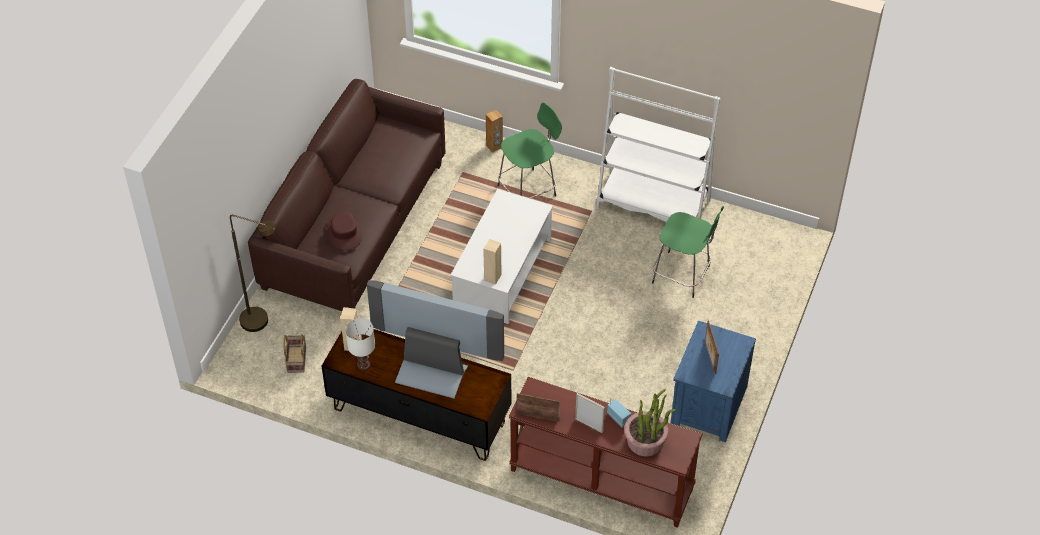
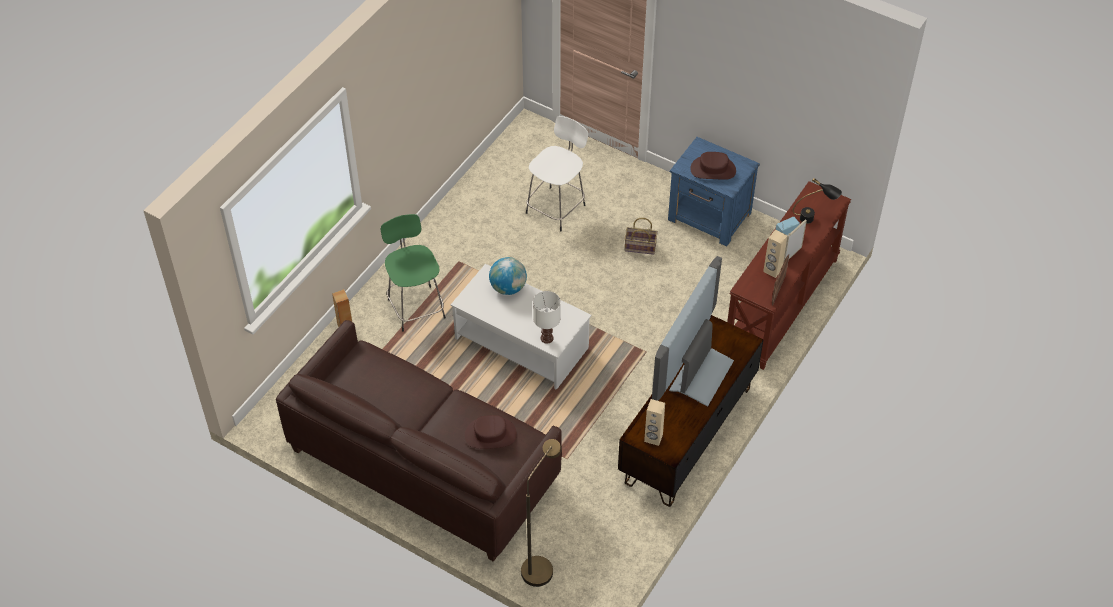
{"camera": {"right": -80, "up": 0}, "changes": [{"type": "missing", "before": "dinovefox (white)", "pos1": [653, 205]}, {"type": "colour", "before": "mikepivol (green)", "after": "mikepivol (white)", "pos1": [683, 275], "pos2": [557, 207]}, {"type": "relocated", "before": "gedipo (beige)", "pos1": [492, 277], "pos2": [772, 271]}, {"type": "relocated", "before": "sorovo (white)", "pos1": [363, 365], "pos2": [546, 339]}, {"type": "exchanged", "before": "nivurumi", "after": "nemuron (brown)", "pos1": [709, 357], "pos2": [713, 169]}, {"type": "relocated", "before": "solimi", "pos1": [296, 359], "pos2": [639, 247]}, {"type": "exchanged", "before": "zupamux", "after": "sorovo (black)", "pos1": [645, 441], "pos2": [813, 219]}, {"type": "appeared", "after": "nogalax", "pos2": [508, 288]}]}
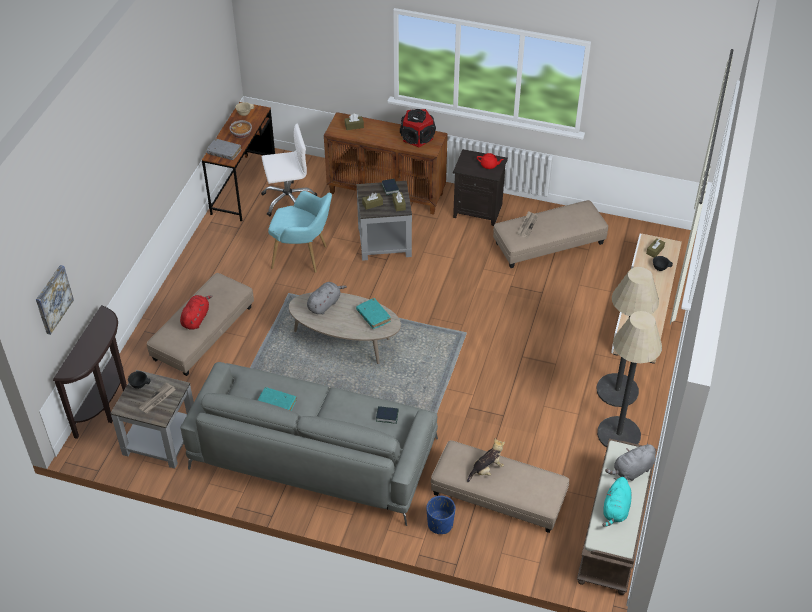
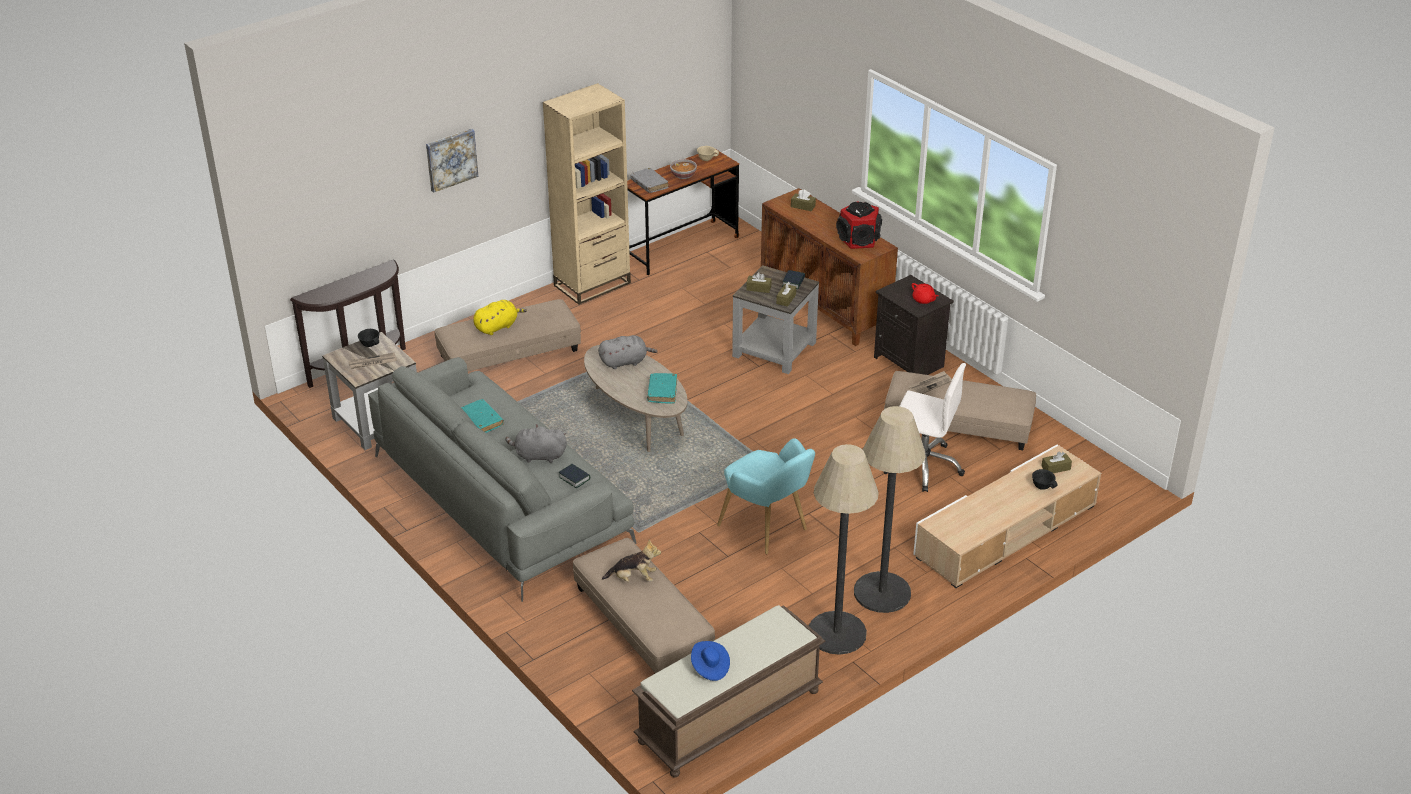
{"camera": {"right": 35, "up": -10}, "changes": [{"type": "relocated", "before": "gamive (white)", "pos1": [288, 200], "pos2": [923, 465]}, {"type": "relocated", "before": "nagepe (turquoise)", "pos1": [303, 257], "pos2": [767, 529]}, {"type": "relocated", "before": "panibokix", "pos1": [53, 299], "pos2": [451, 159]}, {"type": "colour", "before": "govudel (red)", "after": "govudel (yellow)", "pos1": [196, 318], "pos2": [498, 327]}, {"type": "relocated", "before": "govudel (grey)", "pos1": [631, 471], "pos2": [538, 456]}, {"type": "exchanged", "before": "govudel (turquoise)", "after": "nemuron (blue)", "pos1": [615, 510], "pos2": [709, 668]}, {"type": "missing", "before": "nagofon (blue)", "pos1": [440, 524]}, {"type": "appeared", "after": "dinovefox (beige)", "pos2": [592, 284]}]}
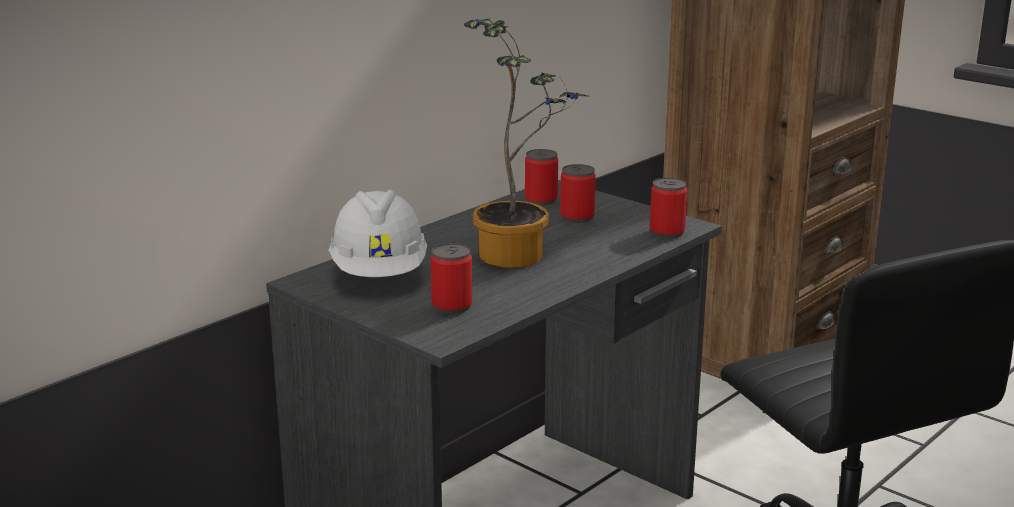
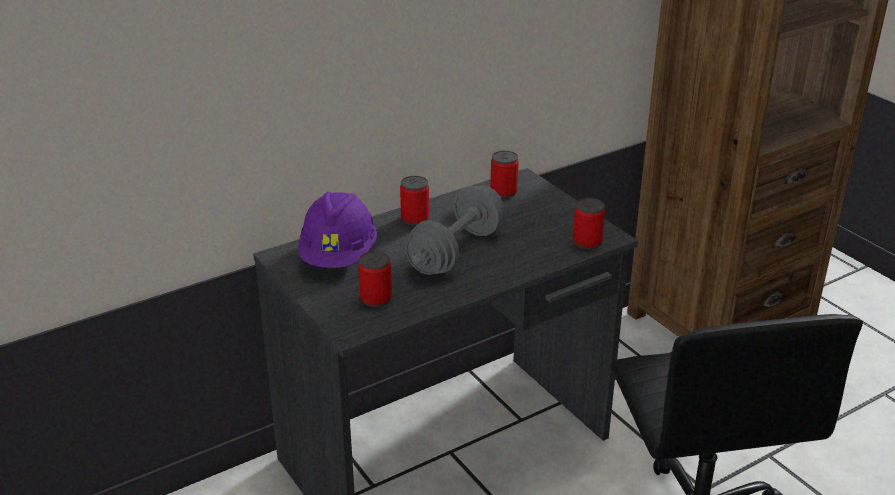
{"camera": {"right": 15, "up": 10}, "changes": [{"type": "exchanged", "before": "zupamux", "after": "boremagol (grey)", "pos1": [520, 255], "pos2": [456, 251]}, {"type": "relocated", "before": "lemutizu", "pos1": [577, 217], "pos2": [415, 219]}, {"type": "colour", "before": "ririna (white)", "after": "ririna (purple)", "pos1": [379, 274], "pos2": [339, 256]}]}
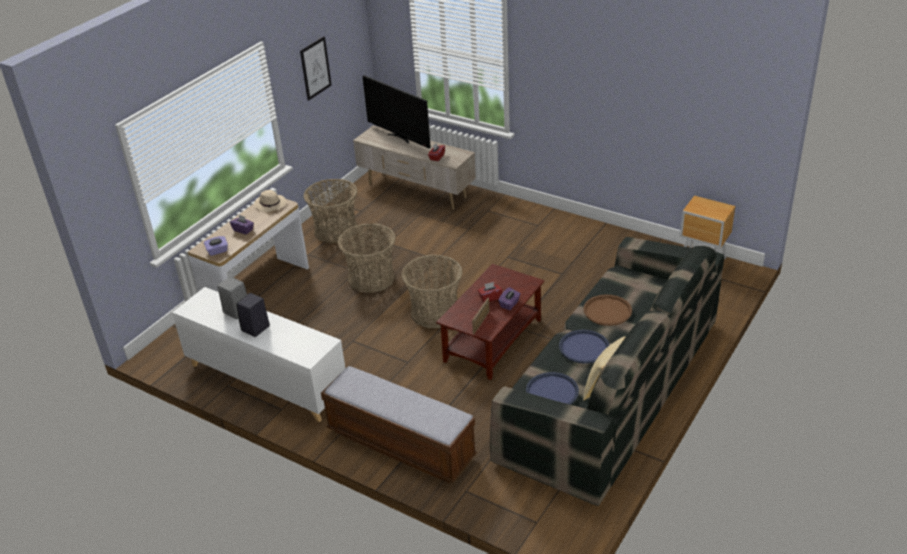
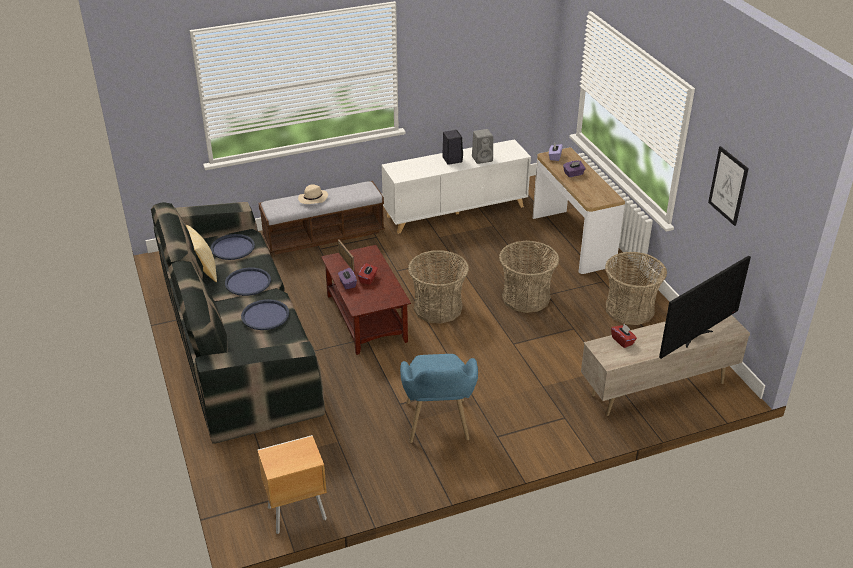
{"camera": {"right": 125, "up": 0}, "changes": [{"type": "spun", "before": "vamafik", "pos1": [400, 138], "pos2": [696, 337], "turn": 150}, {"type": "relocated", "before": "nemuron (beige)", "pos1": [271, 204], "pos2": [313, 199]}, {"type": "colour", "before": "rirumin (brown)", "after": "rirumin (blue)", "pos1": [607, 311], "pos2": [265, 315]}, {"type": "appeared", "after": "nagepe (blue)", "pos2": [438, 428]}]}
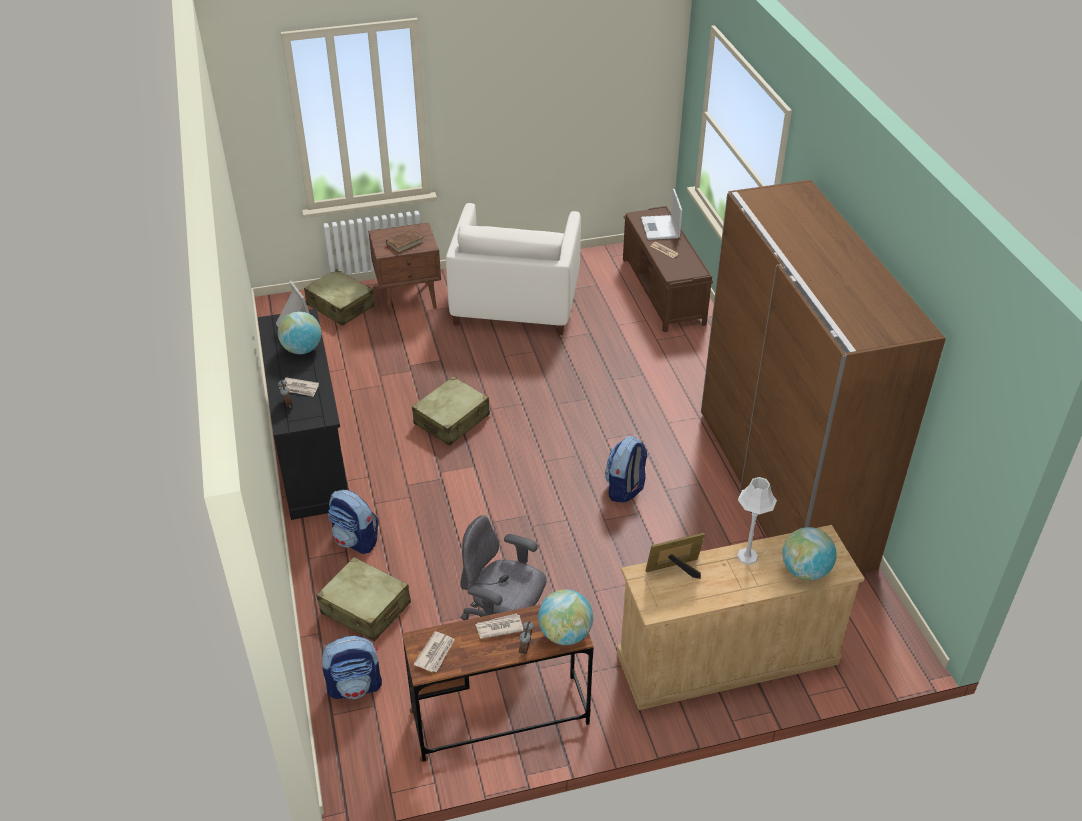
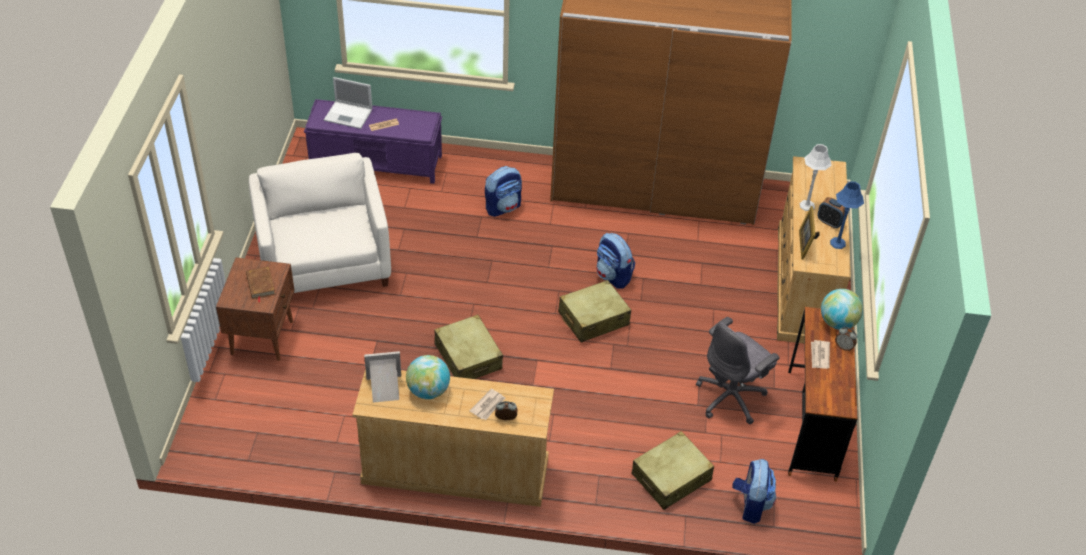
{"camera": {"right": -70, "up": 5}, "changes": [{"type": "spun", "before": "nagepe (white)", "pos1": [516, 302], "pos2": [324, 261], "turn": -135}, {"type": "colour", "before": "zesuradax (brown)", "after": "zesuradax (purple)", "pos1": [663, 291], "pos2": [377, 162]}, {"type": "relocated", "before": "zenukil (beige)", "pos1": [340, 306], "pos2": [593, 319]}, {"type": "colour", "before": "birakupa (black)", "after": "birakupa (beige)", "pos1": [310, 451], "pos2": [454, 471]}, {"type": "relocated", "before": "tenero", "pos1": [355, 540], "pos2": [503, 207]}, {"type": "missing", "before": "nogalax", "pos1": [805, 571]}, {"type": "missing", "before": "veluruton", "pos1": [435, 653]}, {"type": "appeared", "after": "sorovo (blue)", "pos2": [838, 243]}, {"type": "appeared", "after": "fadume", "pos2": [830, 222]}]}
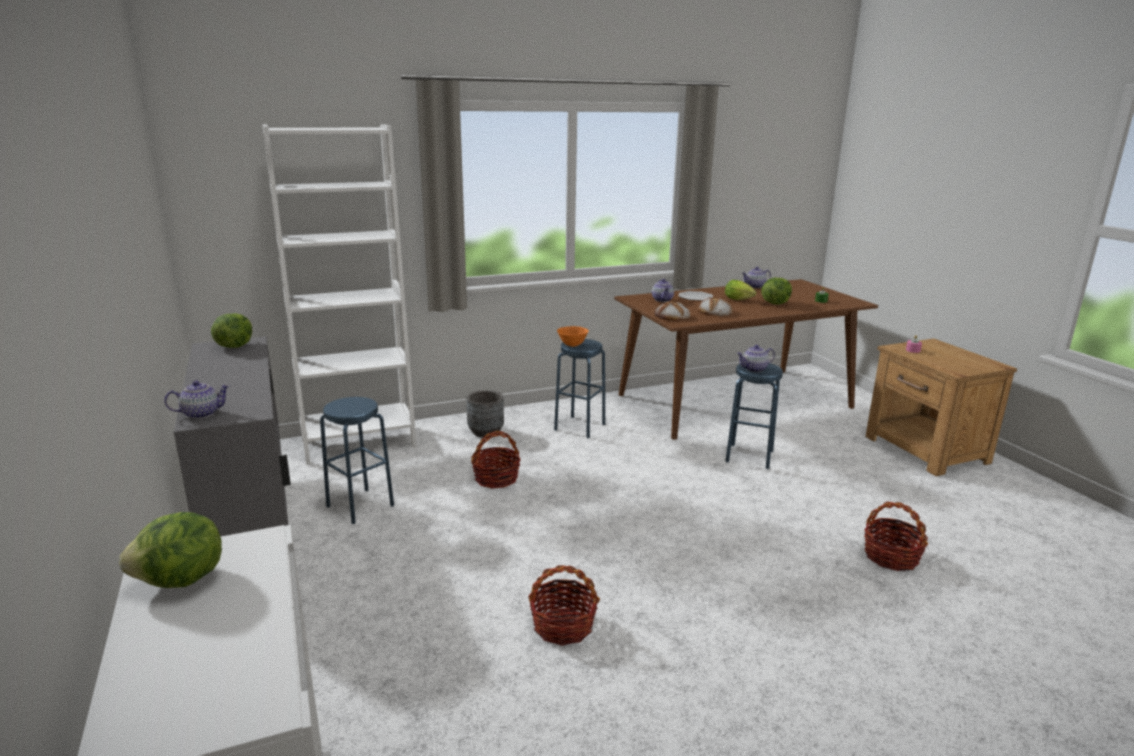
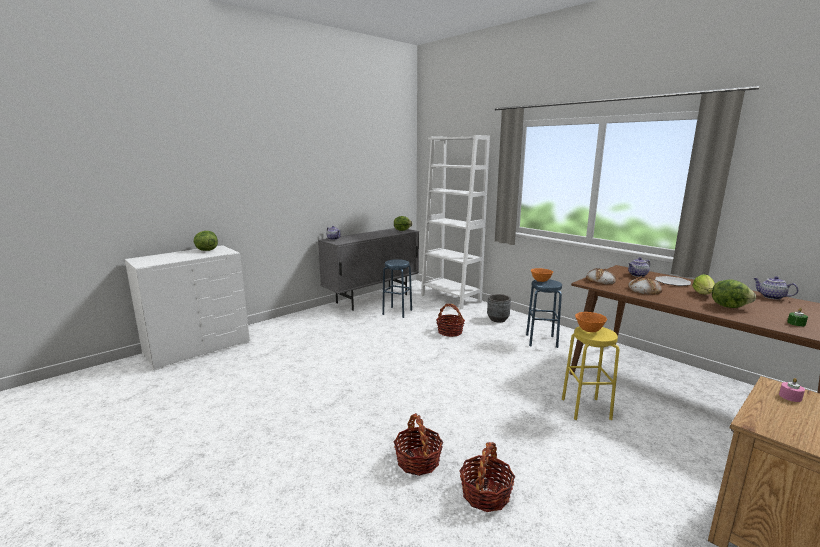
{"camera": {"right": 70, "up": -5}, "changes": [{"type": "exchanged", "before": "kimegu", "after": "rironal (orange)", "pos1": [754, 369], "pos2": [589, 330]}, {"type": "colour", "before": "mikepivol (blue)", "after": "mikepivol (yellow)", "pos1": [749, 456], "pos2": [585, 409]}, {"type": "relocated", "before": "solimi", "pos1": [563, 626], "pos2": [418, 461]}]}
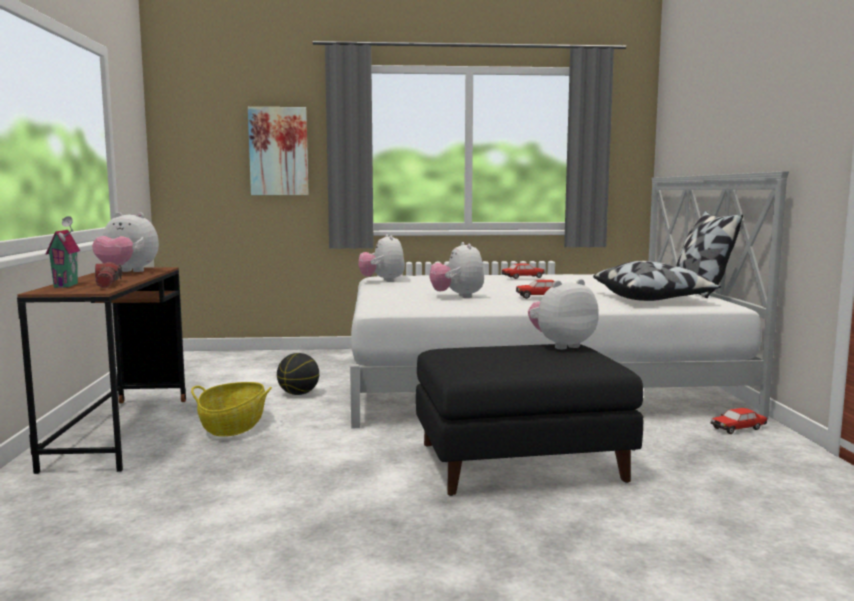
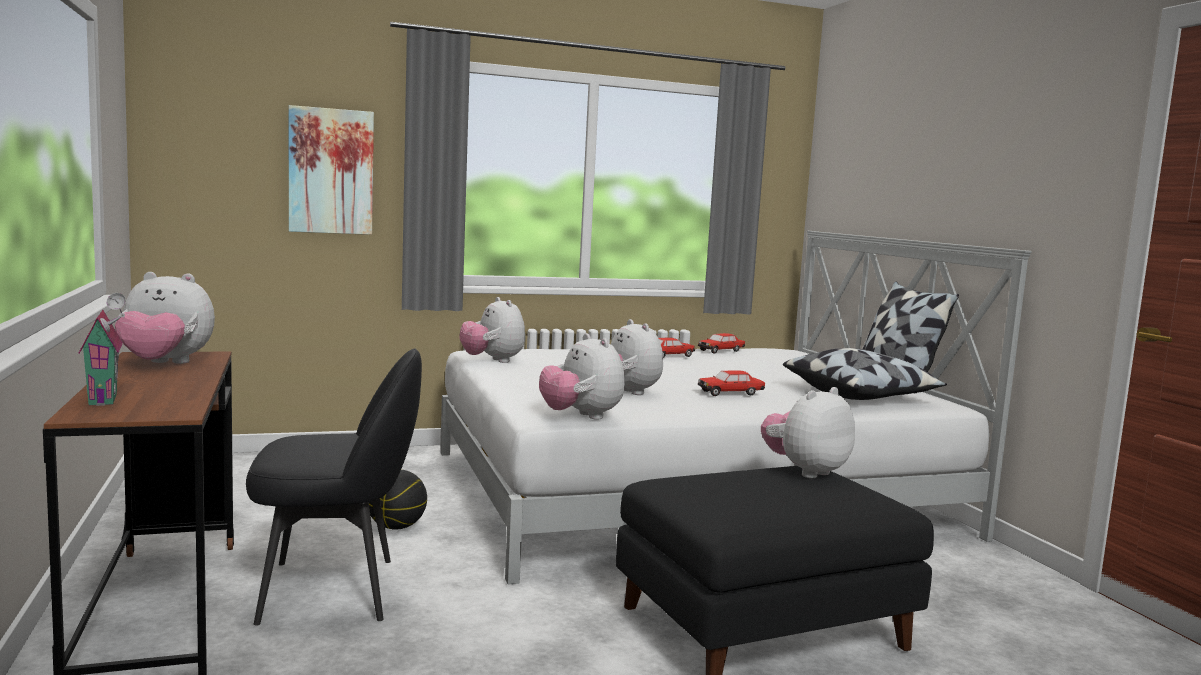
{"camera": {"right": -15, "up": 0}, "changes": [{"type": "missing", "before": "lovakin", "pos1": [107, 285]}, {"type": "exchanged", "before": "solimi", "after": "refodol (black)", "pos1": [233, 426], "pos2": [334, 590]}, {"type": "relocated", "before": "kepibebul", "pos1": [738, 428], "pos2": [721, 351]}, {"type": "appeared", "after": "govudel", "pos2": [581, 417]}]}
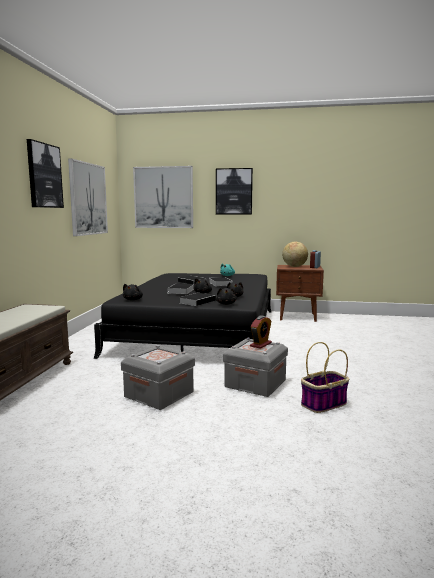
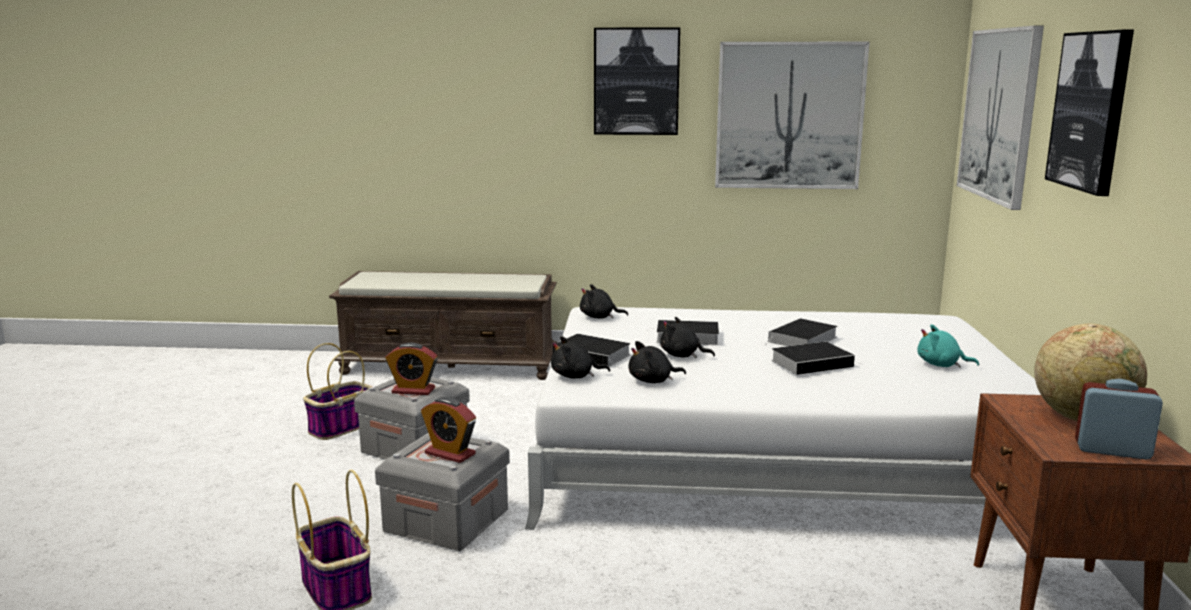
{"camera": {"right": 85, "up": 5}, "changes": [{"type": "colour", "before": "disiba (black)", "after": "disiba (white)", "pos1": [199, 330], "pos2": [772, 454]}, {"type": "appeared", "after": "fadume", "pos2": [413, 390]}, {"type": "appeared", "after": "solimi", "pos2": [341, 427]}]}
